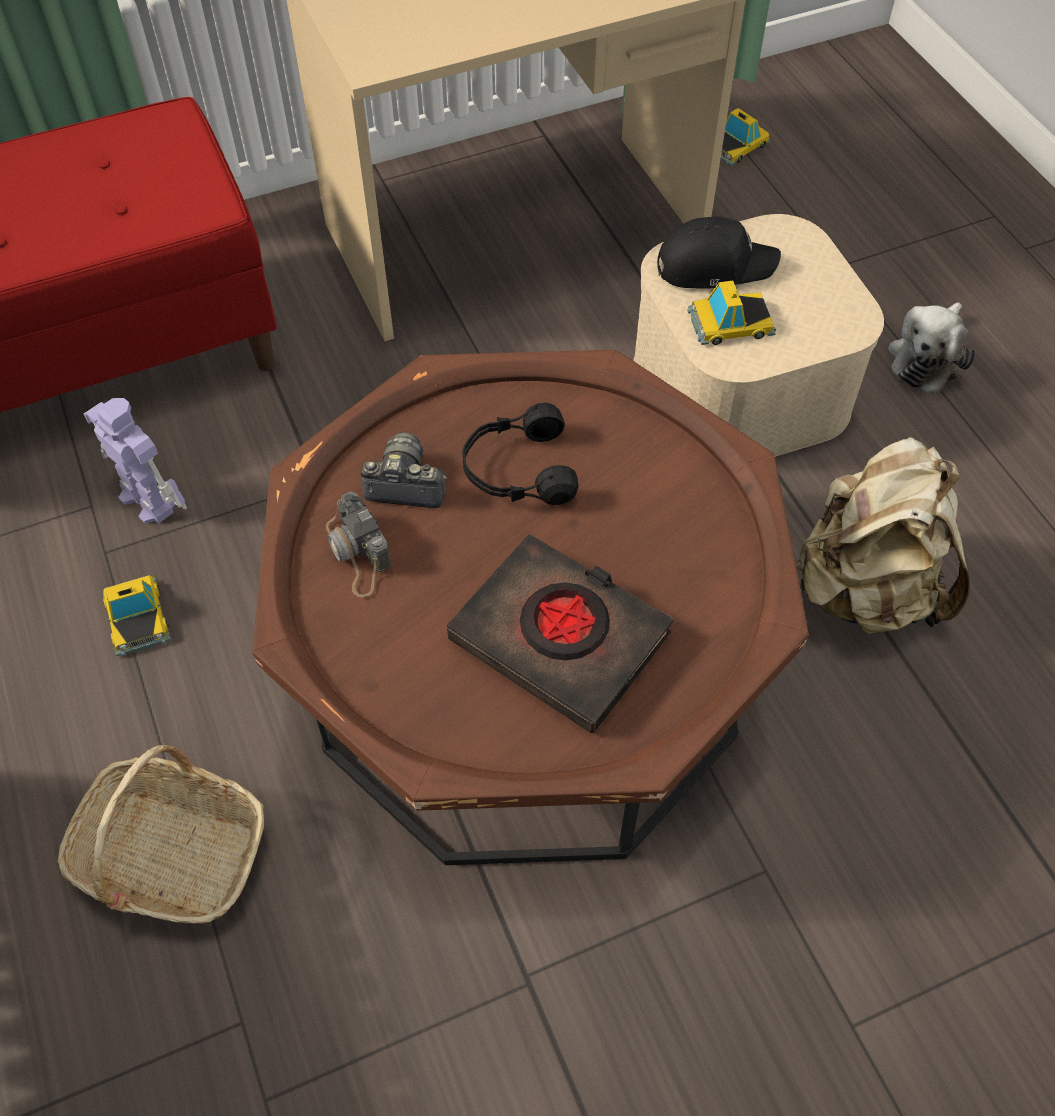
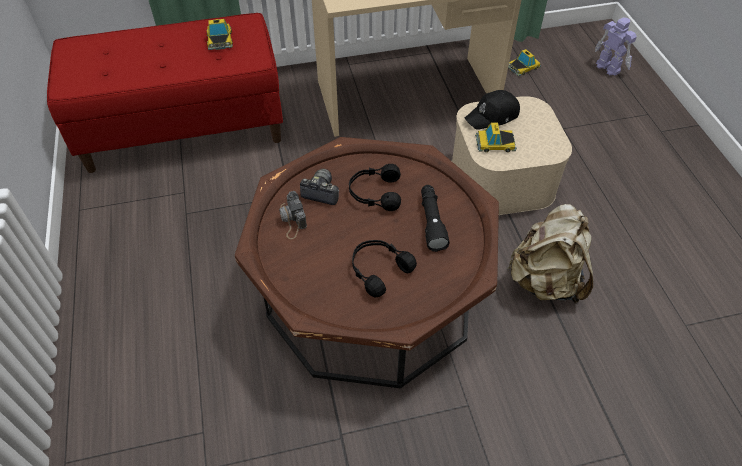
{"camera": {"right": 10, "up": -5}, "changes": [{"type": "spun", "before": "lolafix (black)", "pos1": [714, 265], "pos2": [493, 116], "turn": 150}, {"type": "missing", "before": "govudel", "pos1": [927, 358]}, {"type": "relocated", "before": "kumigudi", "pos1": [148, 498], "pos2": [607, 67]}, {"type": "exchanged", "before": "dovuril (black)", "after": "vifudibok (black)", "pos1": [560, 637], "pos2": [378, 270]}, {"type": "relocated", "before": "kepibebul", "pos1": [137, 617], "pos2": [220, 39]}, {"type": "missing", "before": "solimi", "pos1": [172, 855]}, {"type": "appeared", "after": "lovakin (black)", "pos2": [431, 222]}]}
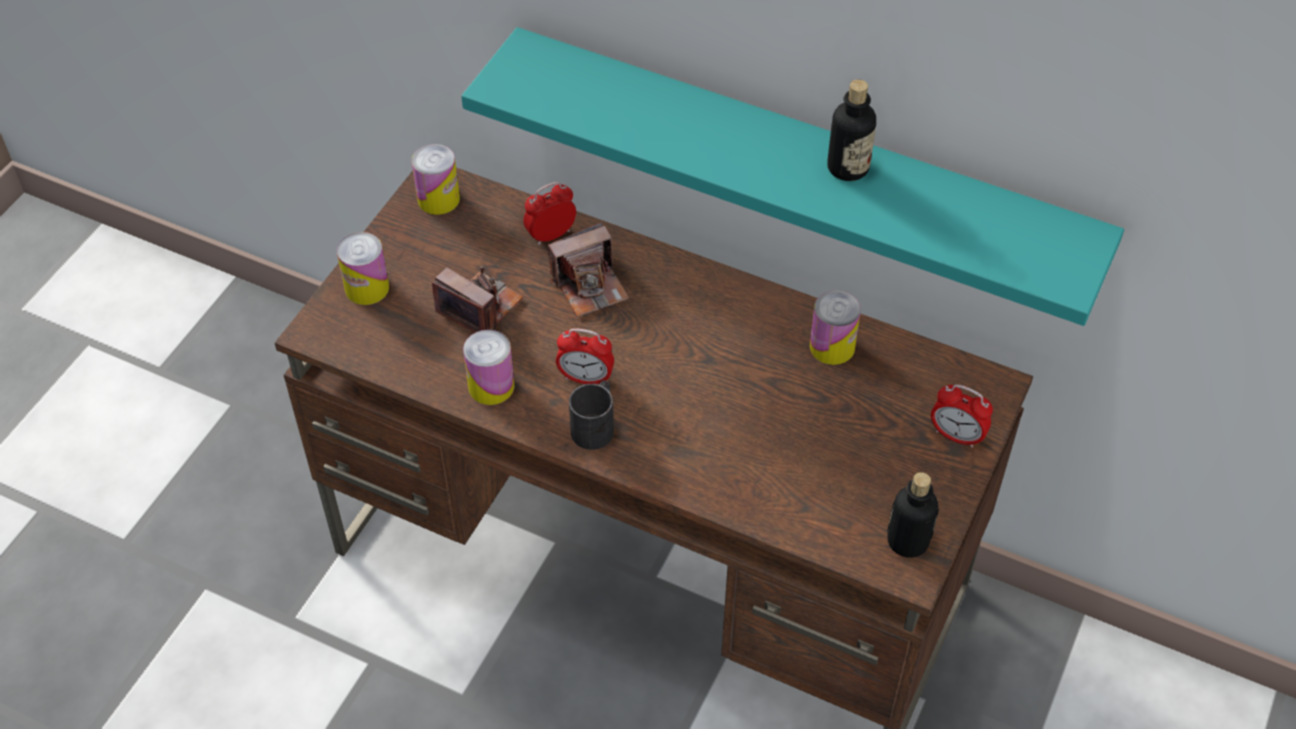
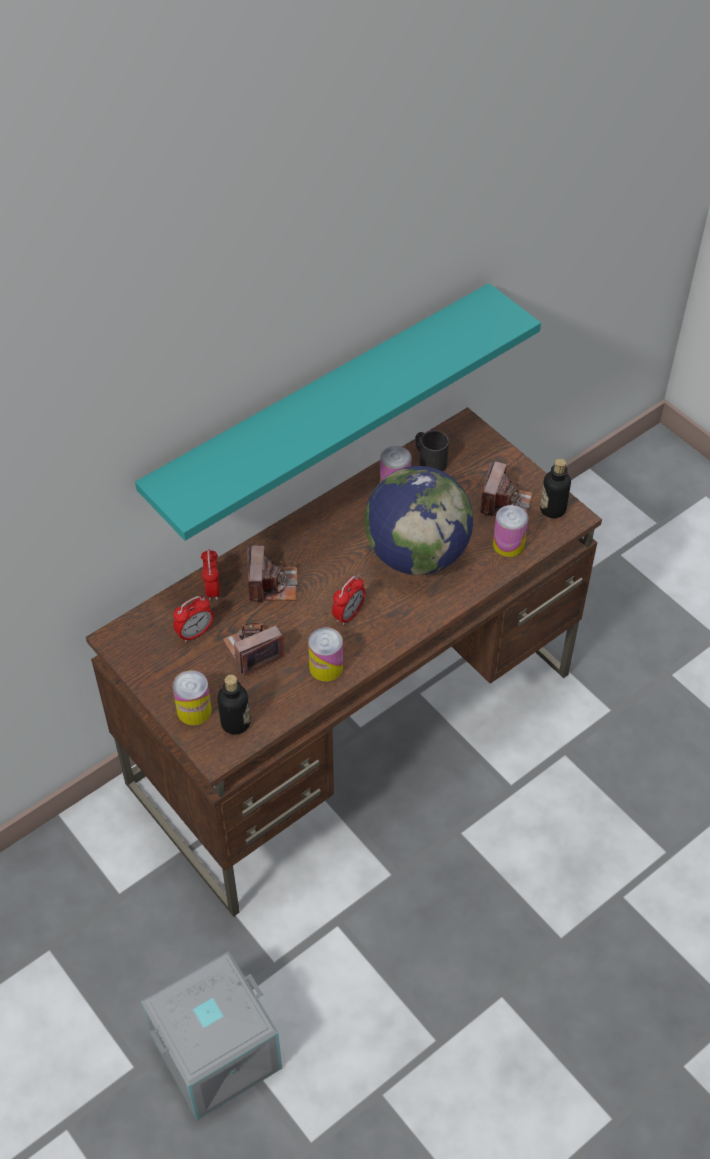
{"camera": {"right": -65, "up": 0}, "changes": [{"type": "relocated", "before": "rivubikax", "pos1": [848, 167], "pos2": [235, 723]}, {"type": "relocated", "before": "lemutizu", "pos1": [438, 199], "pos2": [508, 544]}, {"type": "relocated", "before": "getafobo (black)", "pos1": [596, 424], "pos2": [429, 460]}, {"type": "relocated", "before": "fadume", "pos1": [956, 436], "pos2": [195, 633]}, {"type": "appeared", "after": "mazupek", "pos2": [505, 503]}, {"type": "appeared", "after": "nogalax", "pos2": [416, 554]}, {"type": "appeared", "after": "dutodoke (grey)", "pos2": [217, 1055]}]}
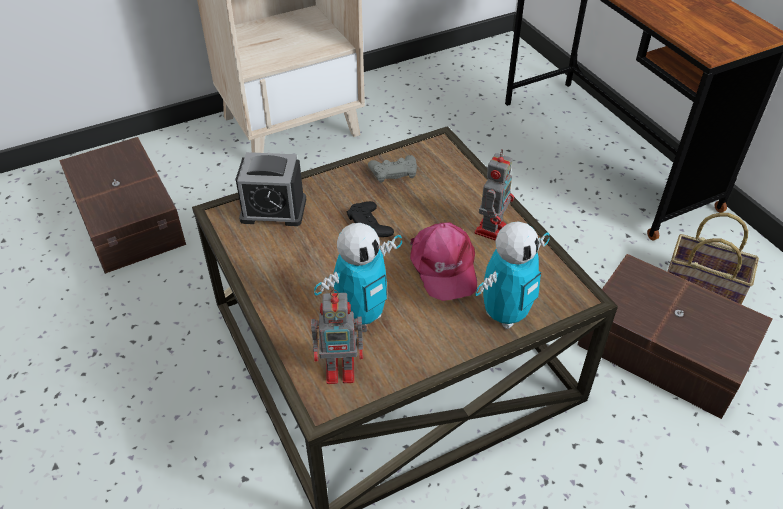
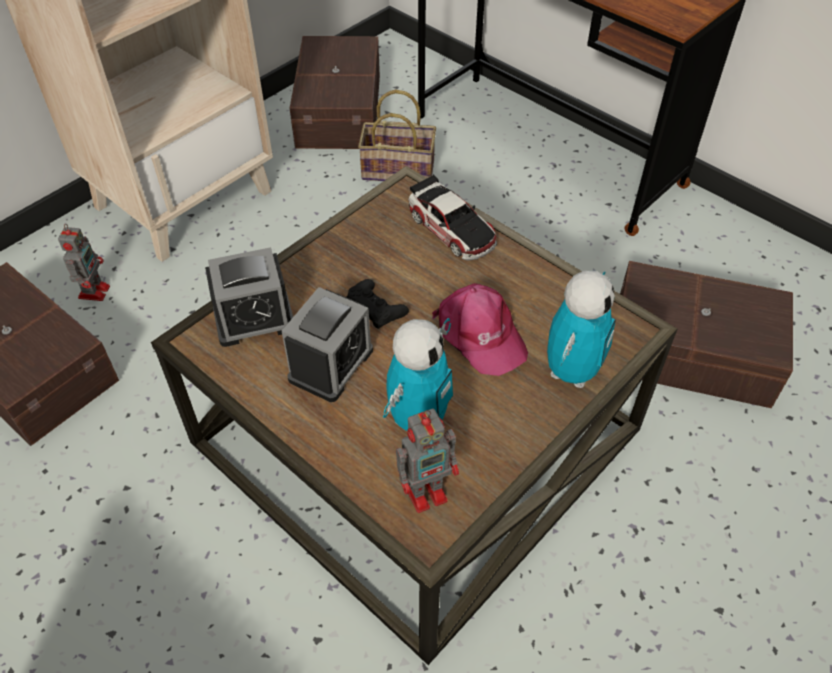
{"camera": {"right": -20, "up": 5}, "changes": [{"type": "relocated", "before": "kumigudi", "pos1": [492, 229], "pos2": [94, 290]}, {"type": "missing", "before": "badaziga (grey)", "pos1": [393, 171]}, {"type": "relocated", "before": "solimi", "pos1": [704, 288], "pos2": [400, 169]}, {"type": "appeared", "after": "dutodoke (brown)", "pos2": [341, 109]}, {"type": "appeared", "after": "kepibebul", "pos2": [452, 228]}, {"type": "appeared", "after": "fadume", "pos2": [331, 364]}]}
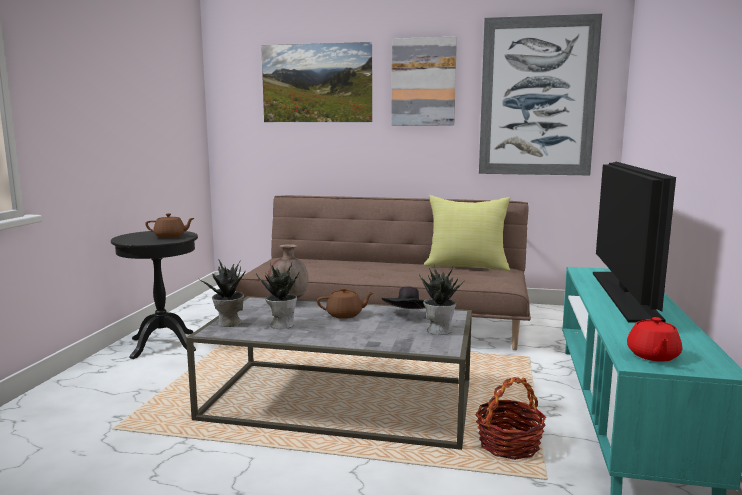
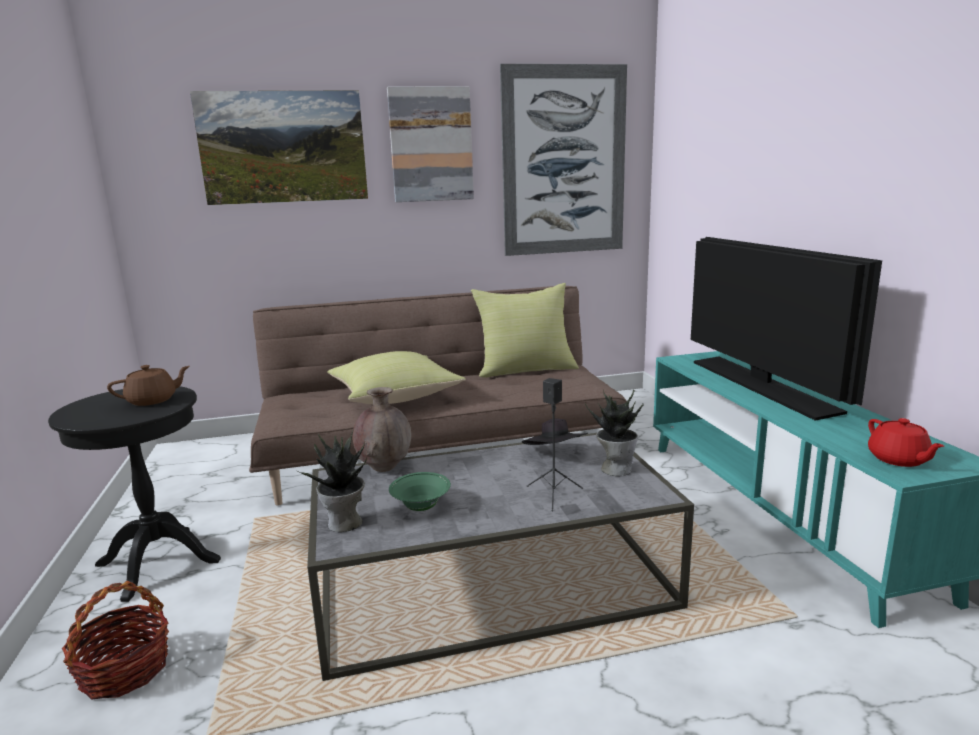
{"camera": {"right": -25, "up": 5}, "changes": [{"type": "exchanged", "before": "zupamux", "after": "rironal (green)", "pos1": [282, 324], "pos2": [421, 507]}, {"type": "missing", "before": "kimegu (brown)", "pos1": [345, 315]}, {"type": "relocated", "before": "solimi", "pos1": [509, 445], "pos2": [124, 670]}, {"type": "appeared", "after": "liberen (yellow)", "pos2": [396, 397]}, {"type": "appeared", "after": "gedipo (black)", "pos2": [554, 494]}]}
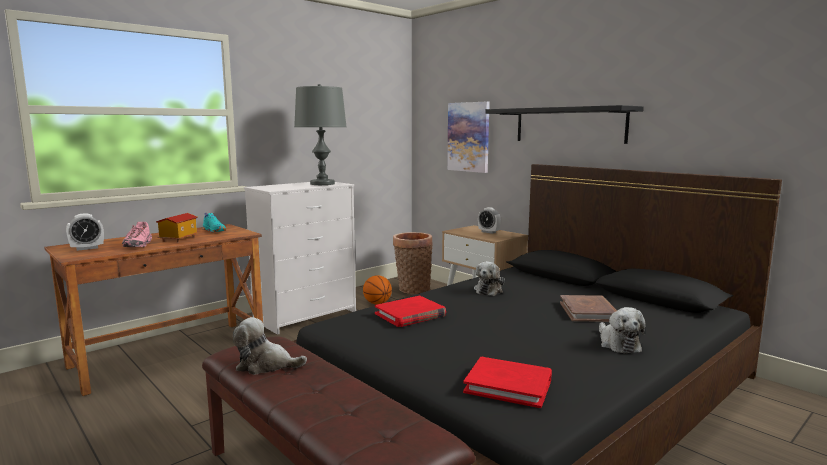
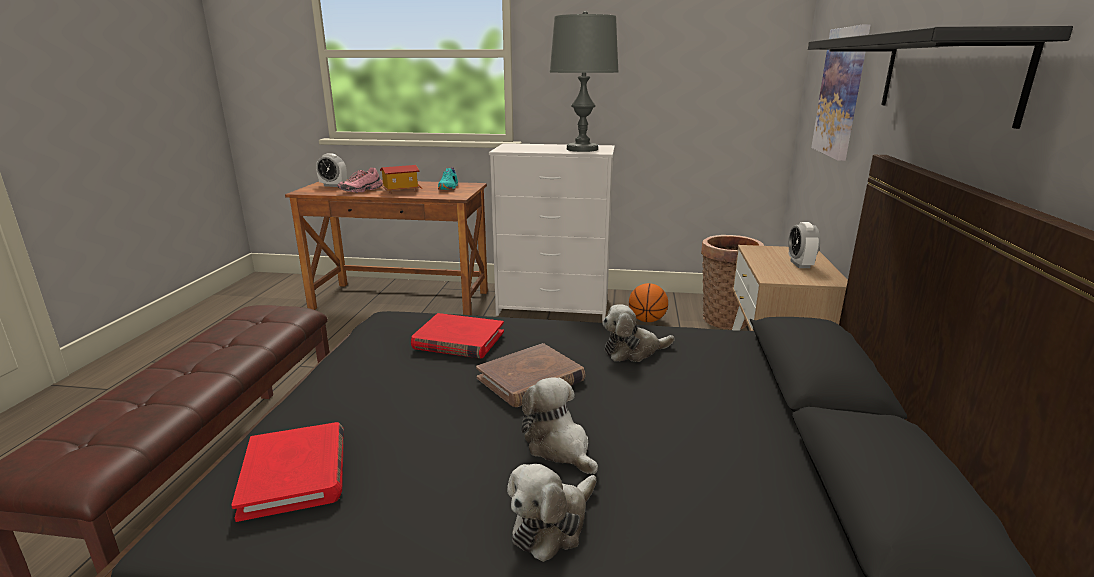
{"camera": {"right": 50, "up": 10}, "changes": [{"type": "relocated", "before": "dovuril (brown)", "pos1": [588, 312], "pos2": [531, 379]}, {"type": "relocated", "before": "govudel", "pos1": [265, 365], "pos2": [559, 447]}]}
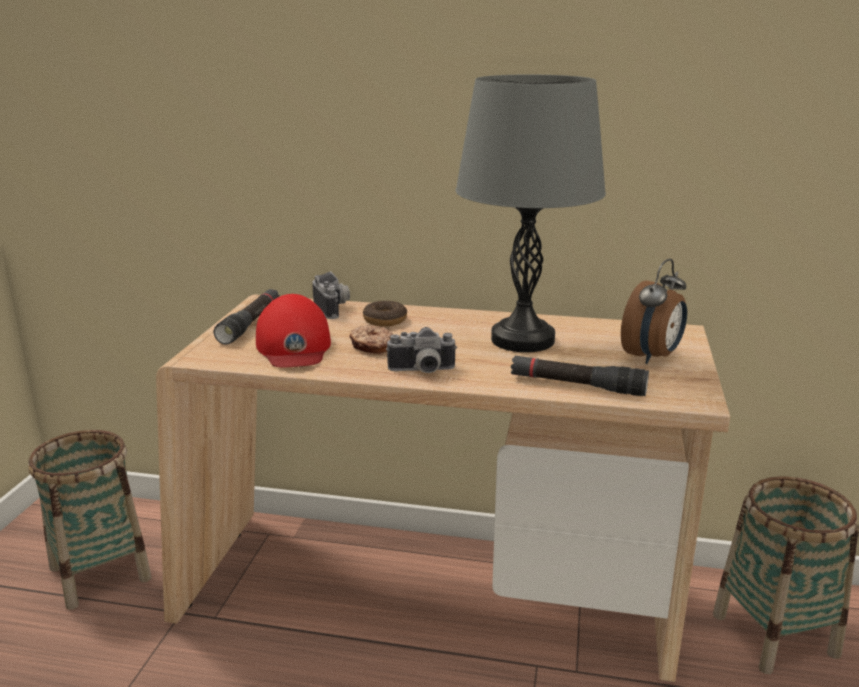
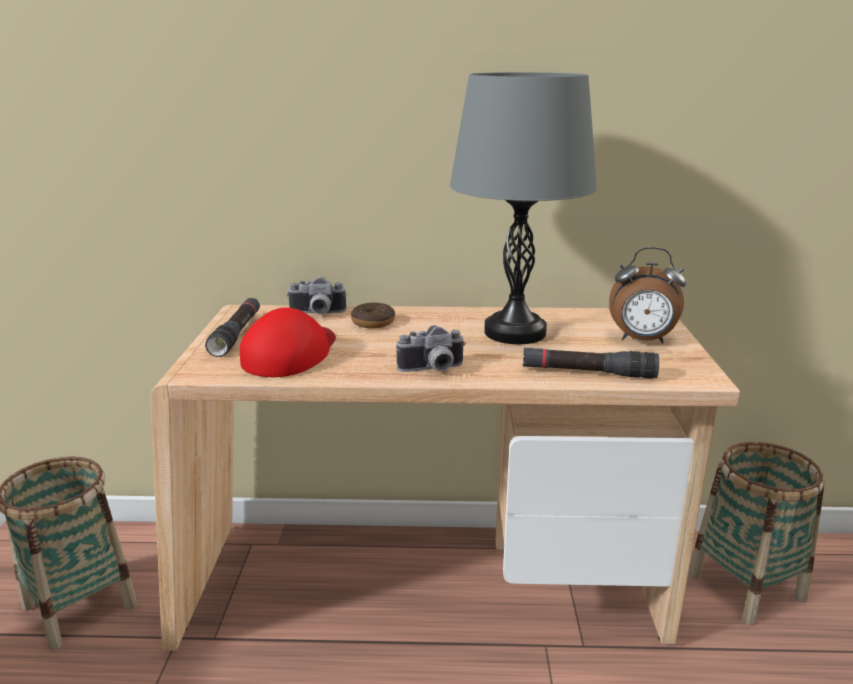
{"camera": {"right": -10, "up": 0}, "changes": [{"type": "spun", "before": "fadume", "pos1": [652, 357], "pos2": [642, 340], "turn": 75}, {"type": "spun", "before": "mazupek", "pos1": [334, 308], "pos2": [317, 314], "turn": 120}, {"type": "spun", "before": "lolafix (red)", "pos1": [294, 346], "pos2": [291, 353], "turn": -135}, {"type": "missing", "before": "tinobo", "pos1": [372, 346]}]}
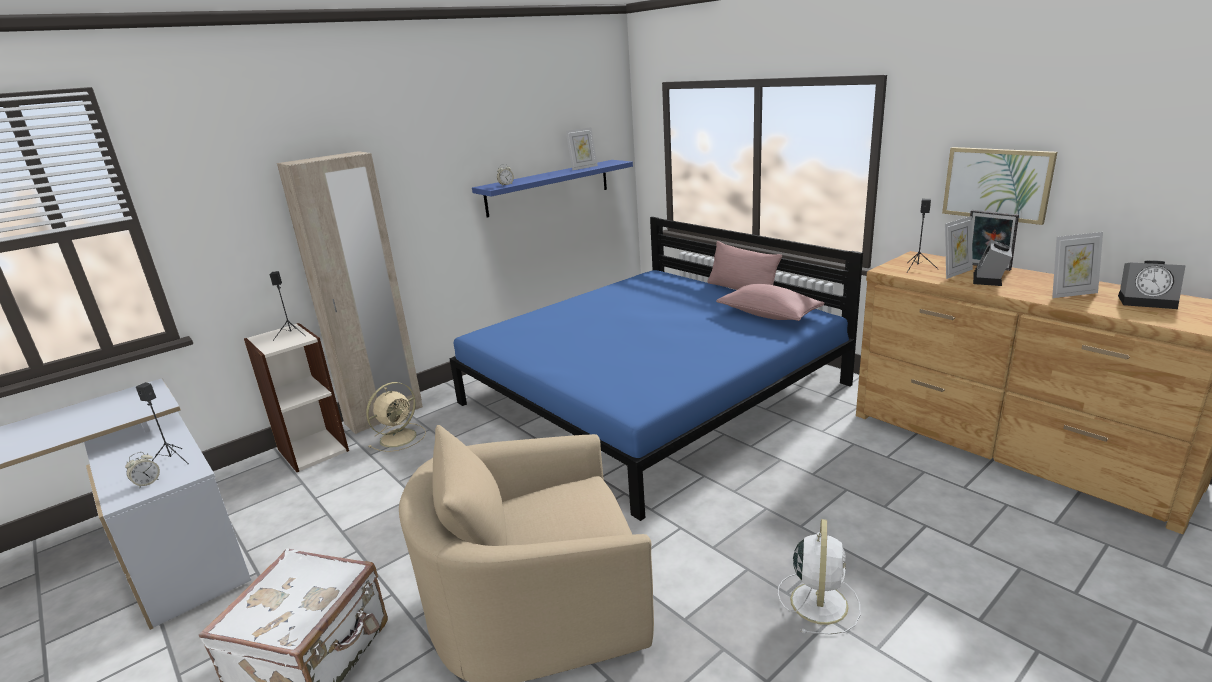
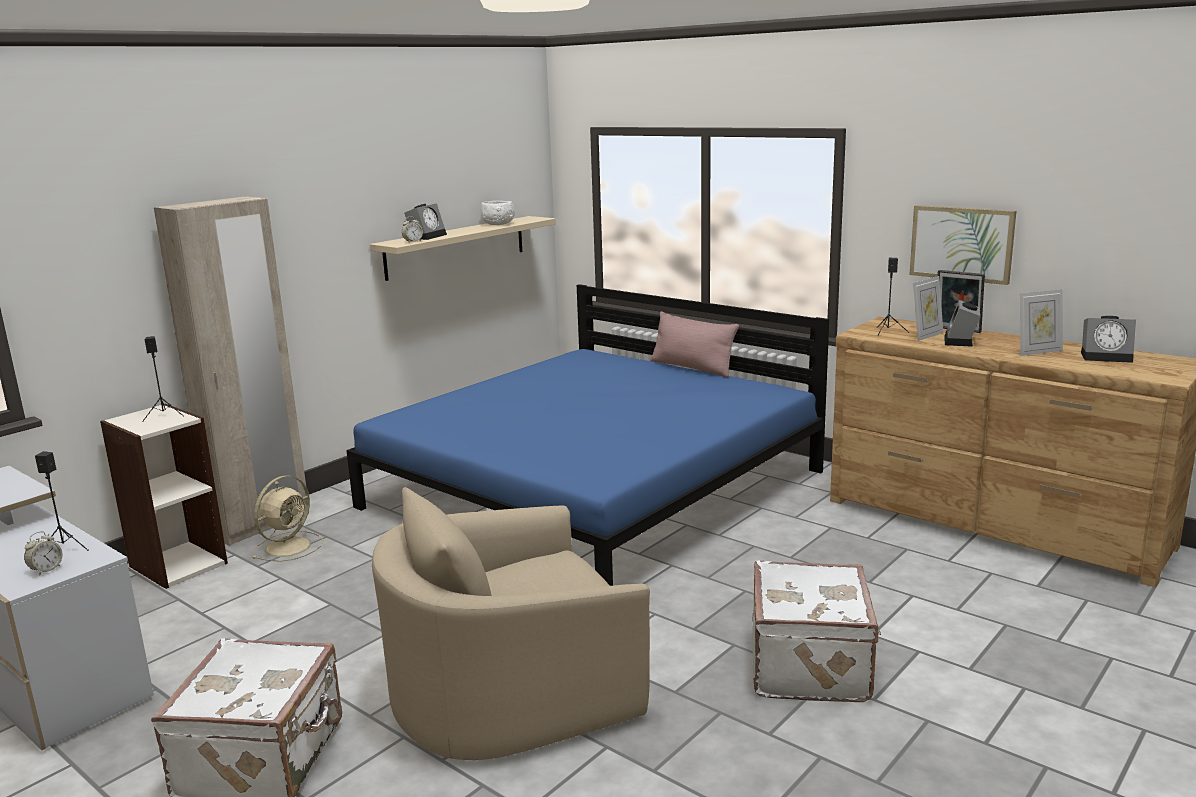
{"camera": {"right": -10, "up": -5}, "changes": [{"type": "exchanged", "before": "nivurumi", "after": "rironal (white)", "pos1": [583, 167], "pos2": [498, 224]}, {"type": "colour", "before": "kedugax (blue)", "after": "kedugax (beige)", "pos1": [548, 187], "pos2": [456, 247]}, {"type": "missing", "before": "liberen (pink)", "pos1": [769, 315]}, {"type": "exchanged", "before": "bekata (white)", "after": "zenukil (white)", "pos1": [818, 601], "pos2": [812, 666]}, {"type": "appeared", "after": "fadume", "pos2": [427, 236]}]}
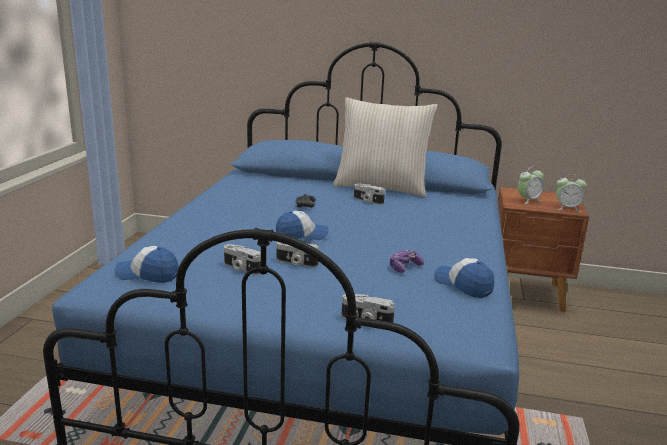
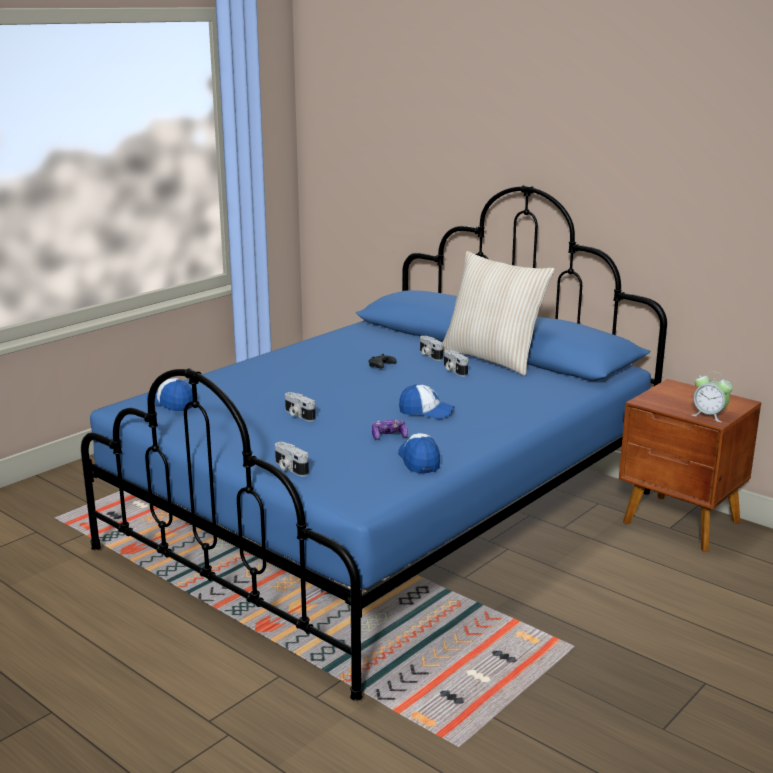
{"camera": {"right": 30, "up": 0}, "changes": [{"type": "missing", "before": "fadume", "pos1": [528, 200]}, {"type": "relocated", "before": "lolafix", "pos1": [301, 235], "pos2": [426, 412]}, {"type": "relocated", "before": "mazupek", "pos1": [241, 268], "pos2": [429, 355]}]}
